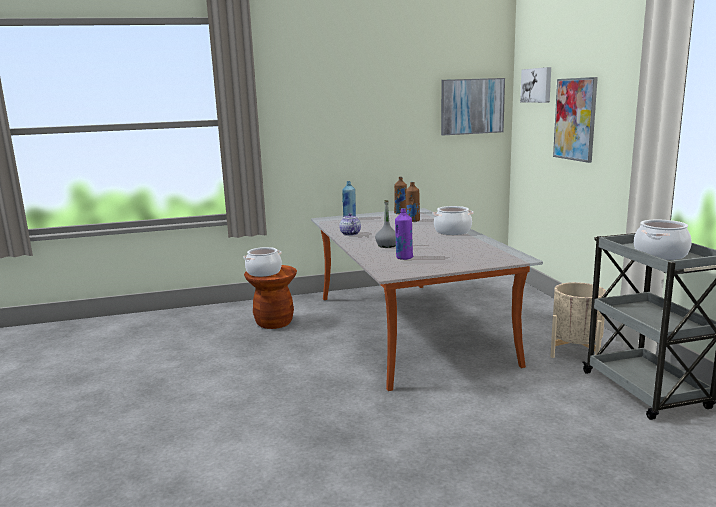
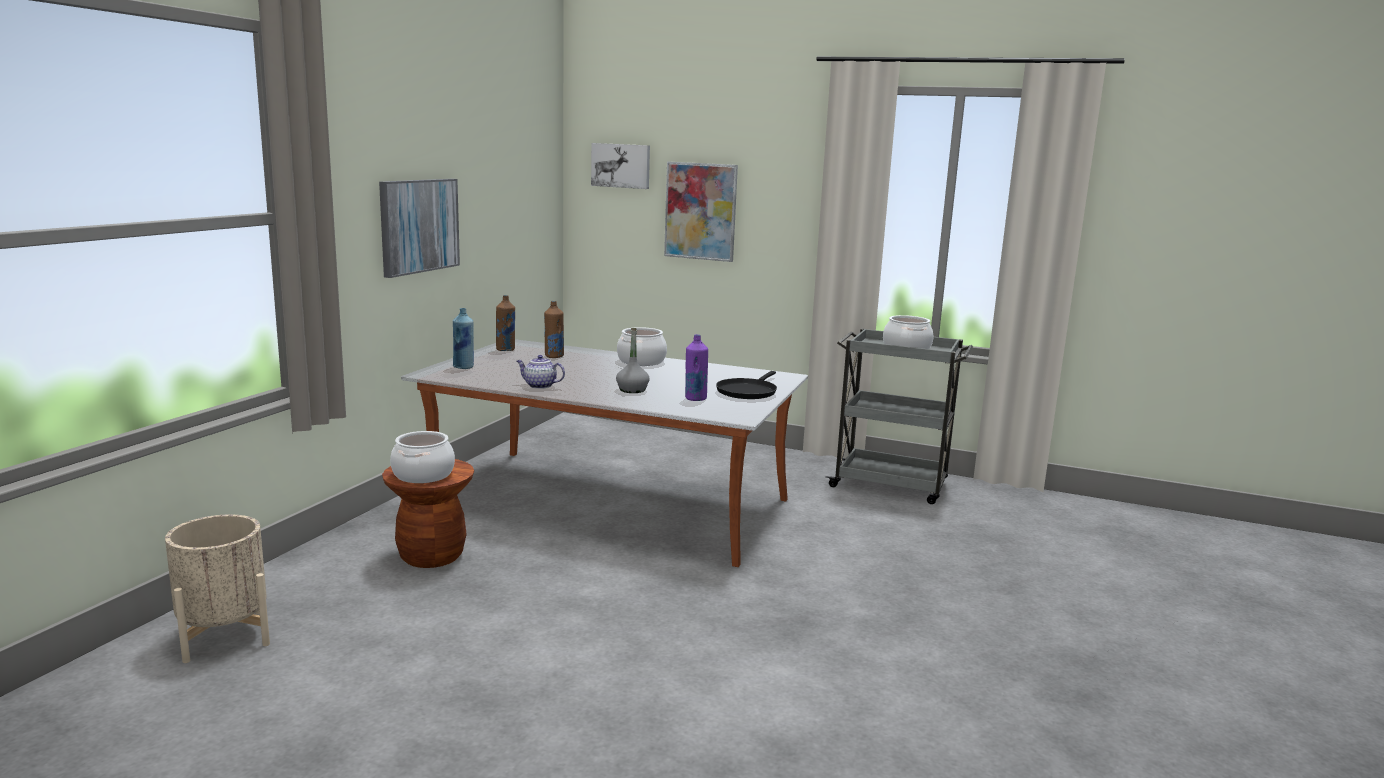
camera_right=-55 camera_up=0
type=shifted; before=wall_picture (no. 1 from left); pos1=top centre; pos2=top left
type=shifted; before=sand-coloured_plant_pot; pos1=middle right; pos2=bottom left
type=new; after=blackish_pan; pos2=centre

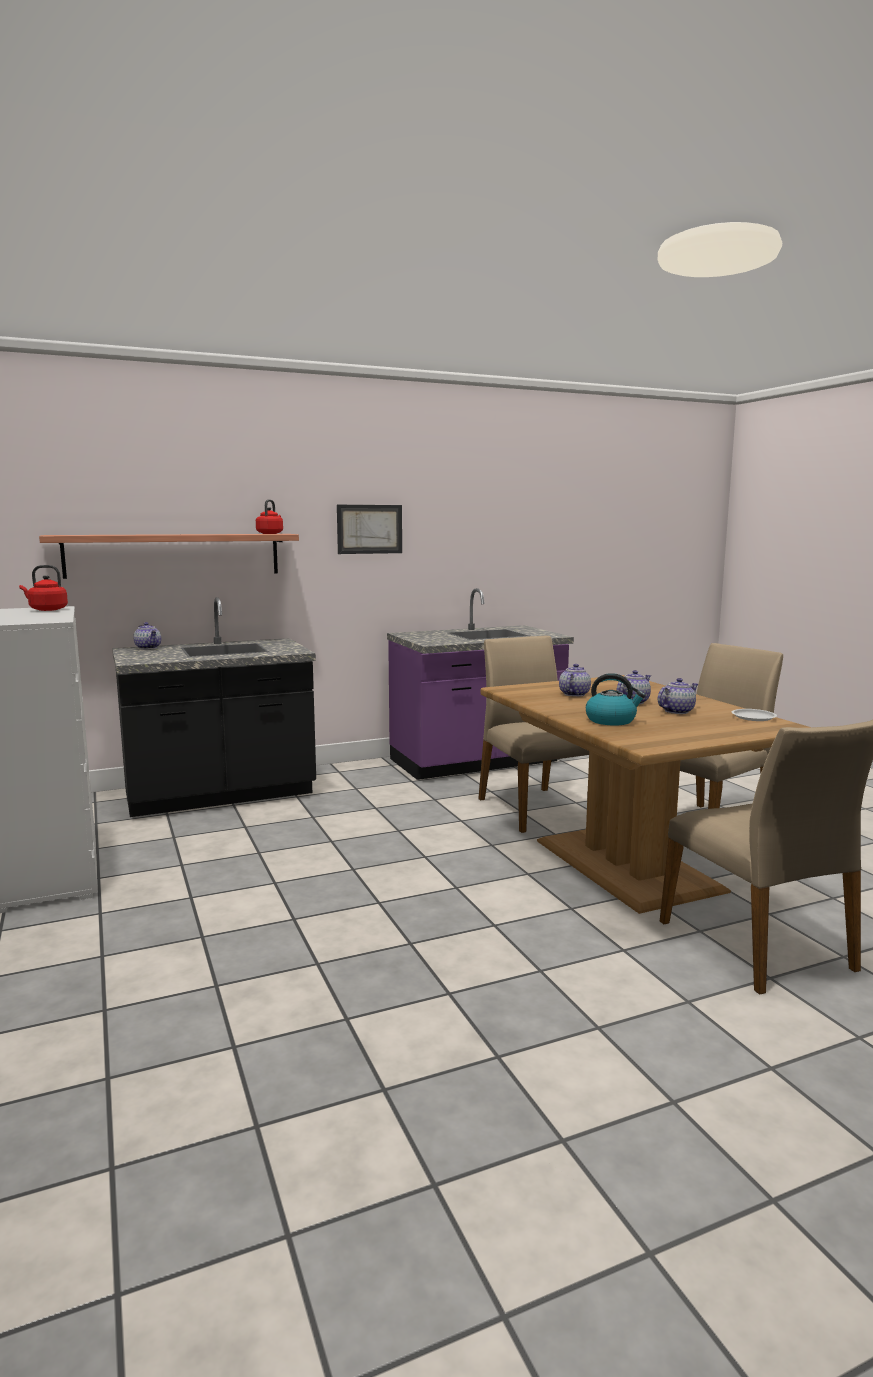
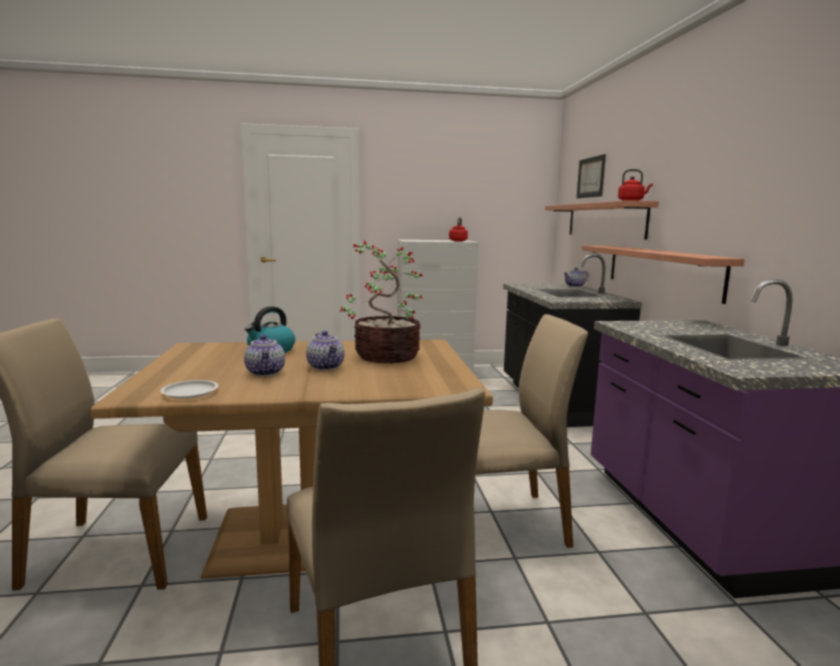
camera_right=105 camera_up=0
type=shifted; before=wall_picture; pos1=centre; pos2=top right
type=swapped; before=tea_pot (no. 2 from left); after=potted_plant; pos1=centre; pos2=centre
type=new; after=wall_shelf (no. 2 from left); pos2=middle right

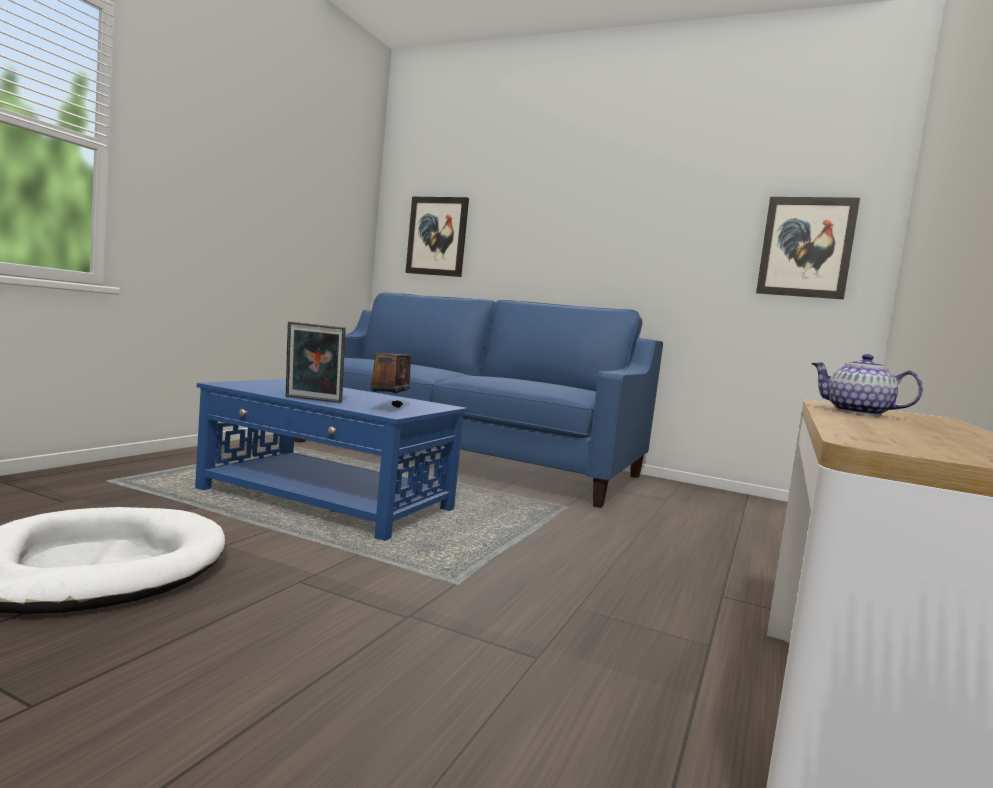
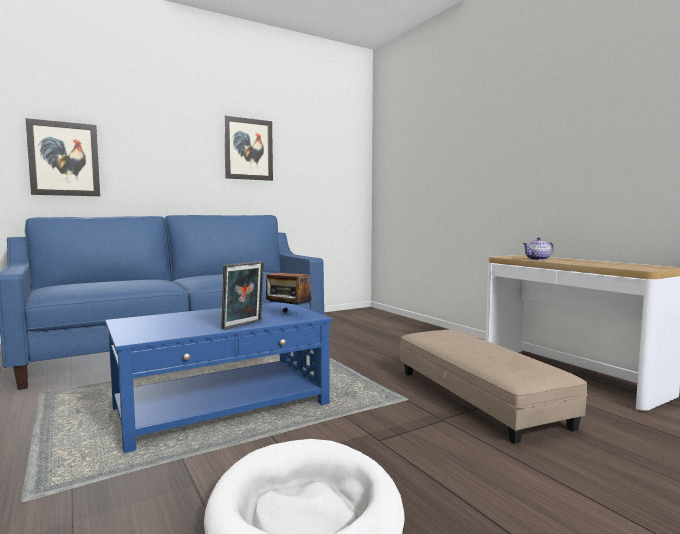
camera_right=-55 camera_up=0
type=shifted; before=wall_picture (no. 2 from left); pos1=top right; pos2=top centre
type=new; after=sand-coloured_footrest; pos2=bottom right

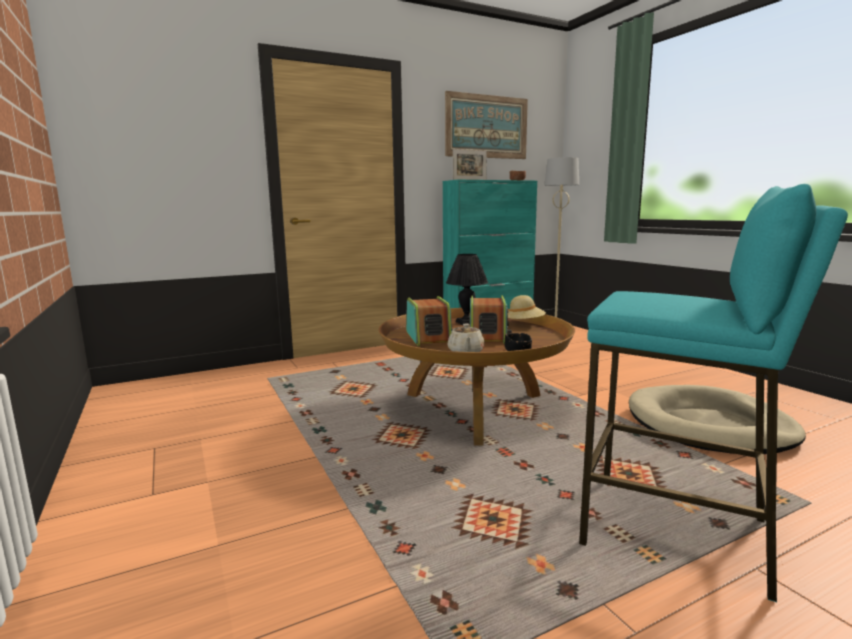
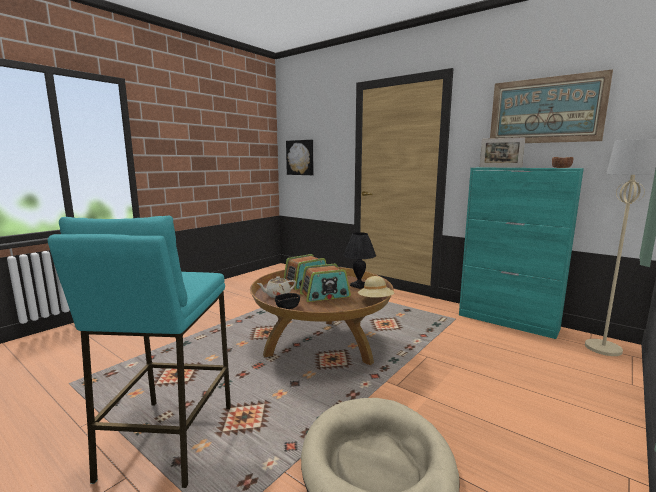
camera_right=65 camera_up=0
type=new; after=wall_picture (no. 1 from left); pos2=top centre

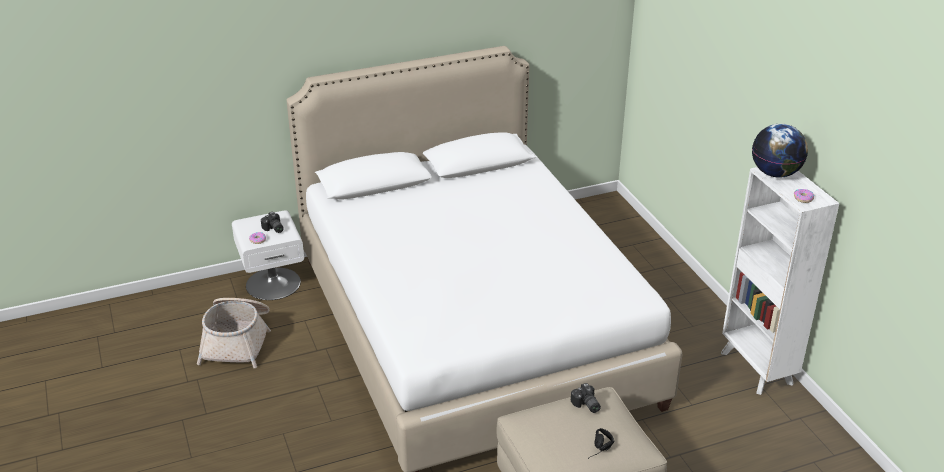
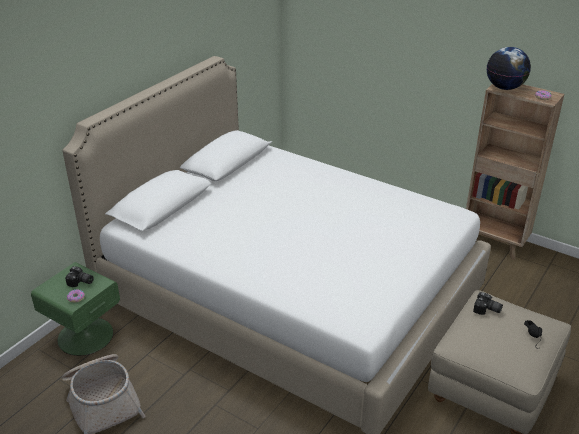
camera_right=-35 camera_up=0
type=repainted; before=white_nightstand; after=green-coloured_nightstand; pos1=middle left; pos2=bottom left
type=repainted; before=white_shelving_unit; after=brown-coloured_shelving_unit; pos1=middle right; pos2=middle right

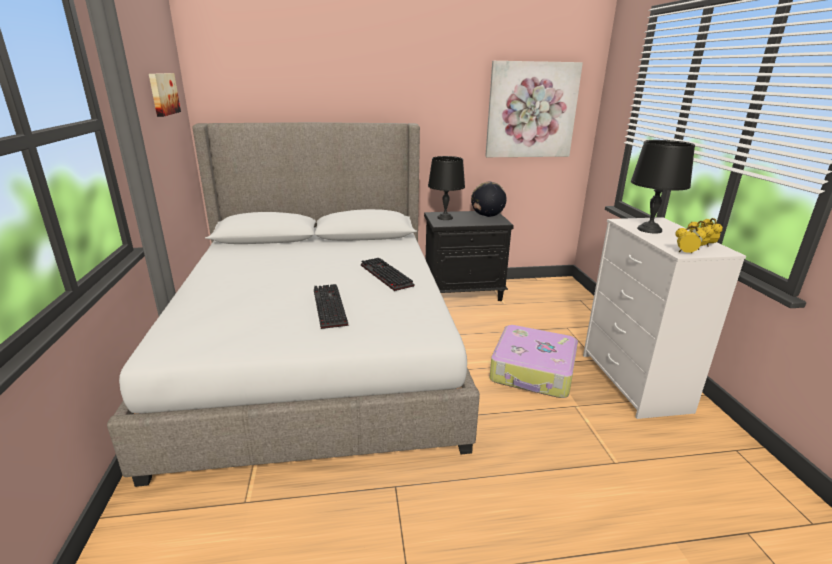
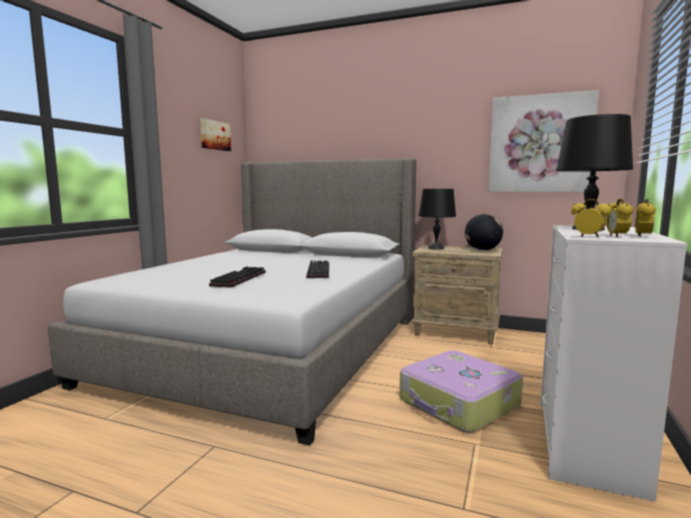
camera_right=30 camera_up=-15
type=repainted; before=blackish_nightstand; after=sand-coloured_nightstand; pos1=centre; pos2=centre

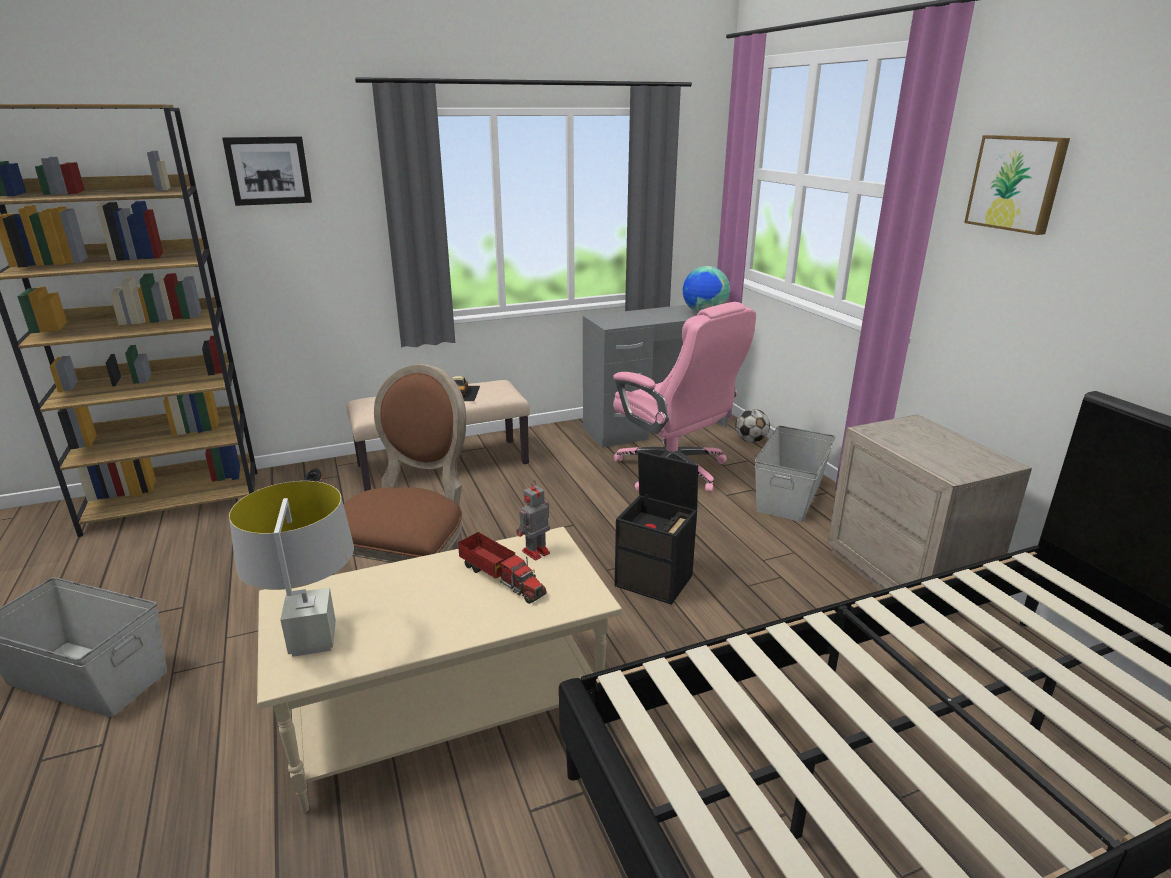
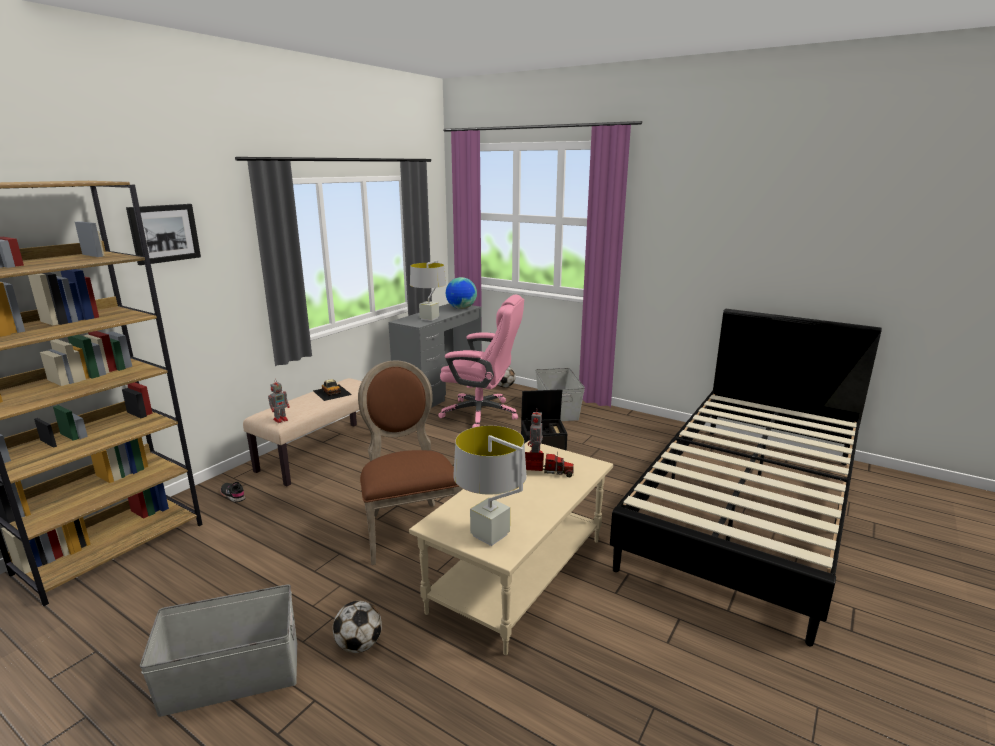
camera_right=-35 camera_up=-5
type=gone; before=sand-coloured_nightstand; pos1=middle right
type=gone; before=wall_picture (no. 2 from left); pos1=top right
type=new; after=toy_robot (no. 1 from left); pos2=middle left
type=new; after=football_ball (no. 1 from left); pos2=bottom centre
type=new; after=greyish_table_lamp (no. 1 from left); pos2=centre

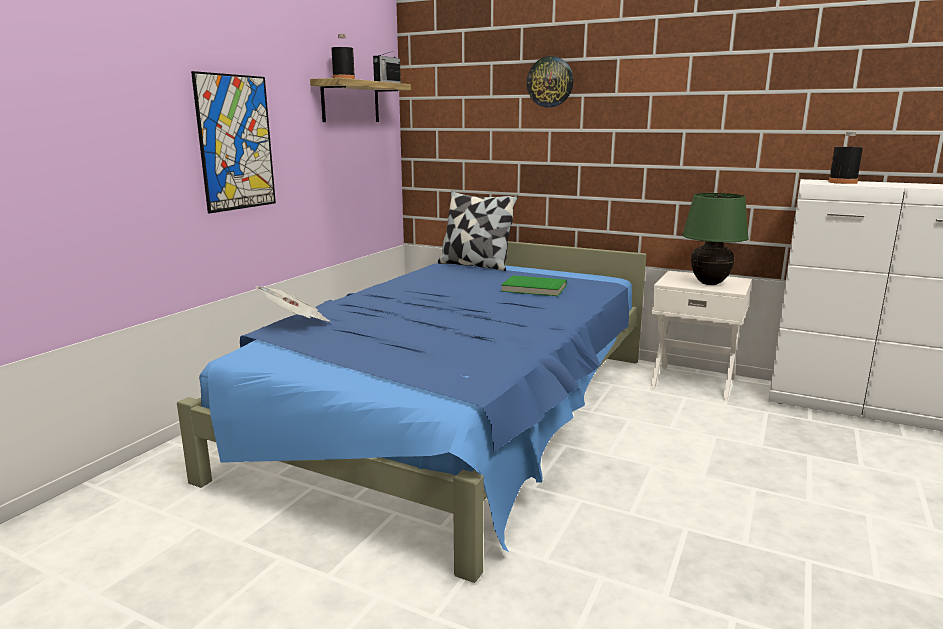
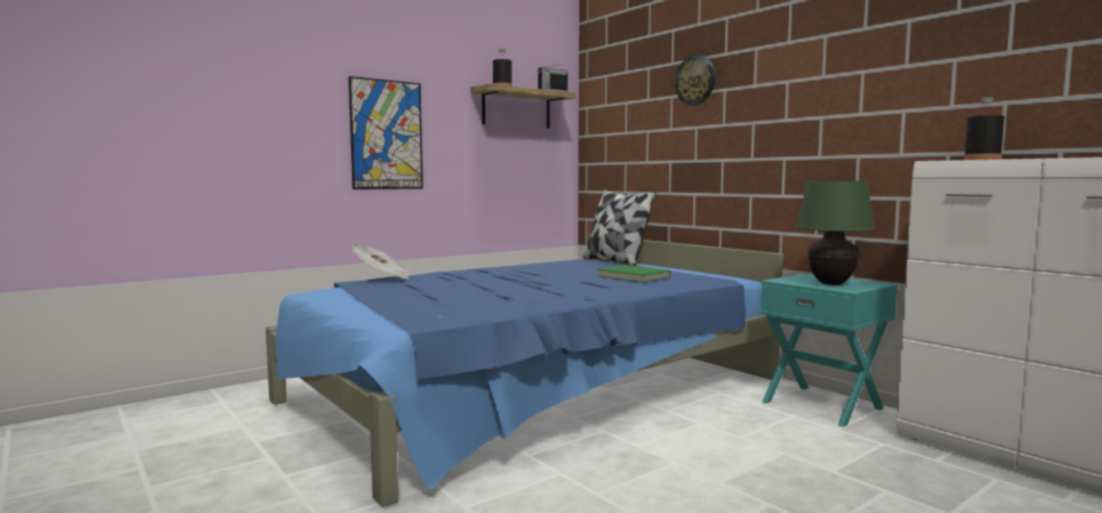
camera_right=25 camera_up=-10
type=repainted; before=white_nightstand; after=turquoise_nightstand; pos1=middle right; pos2=bottom right

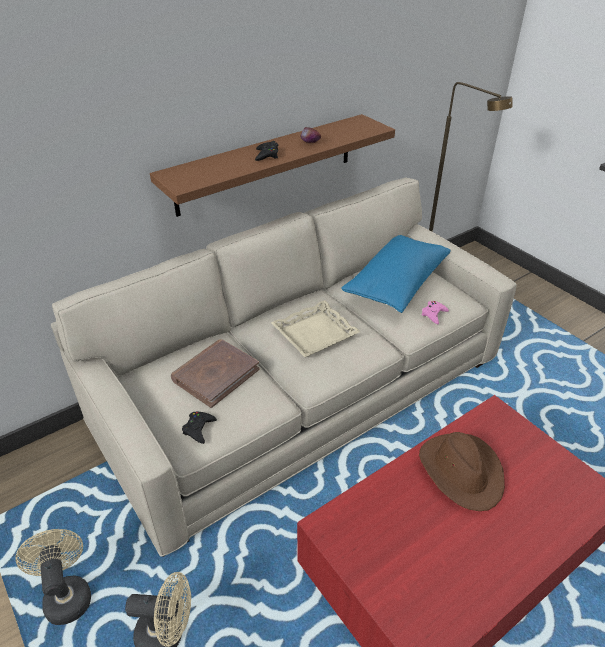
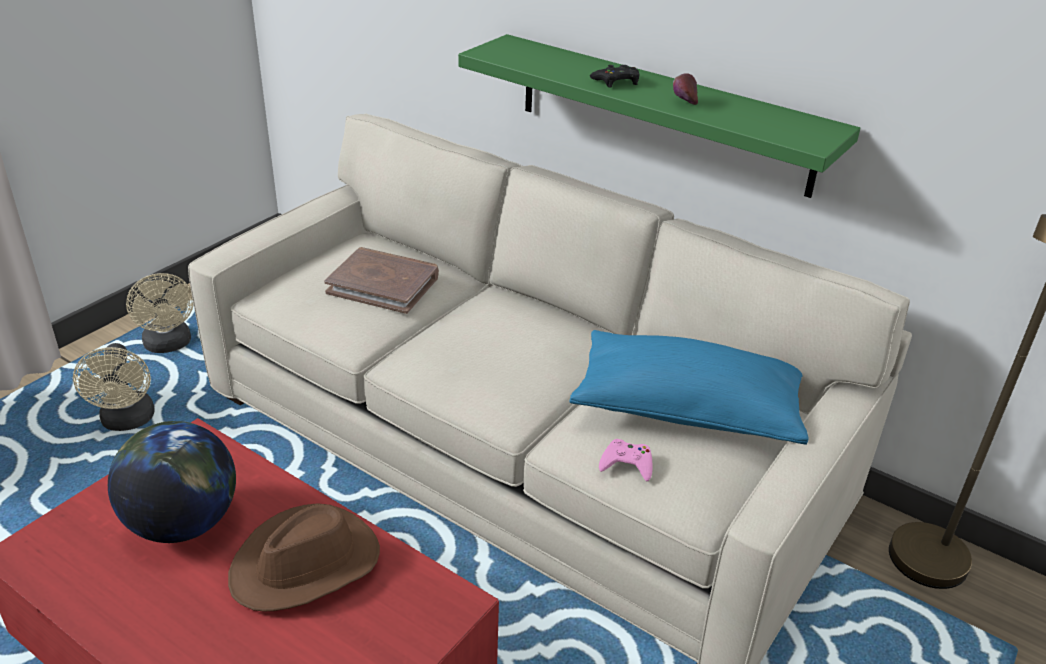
camera_right=70 camera_up=-5
type=rotated; before=sand-coloured_fan (no. 1 from left in the first image); pos1=bottom left; pos2=middle left; turn=105
type=repainted; before=brown-coloured_wall_shelf; after=green-coloured_wall_shelf; pos1=top centre; pos2=top centre
type=gone; before=blackish_game_controller (no. 1 from left); pos1=middle left
type=gone; before=sand-coloured_tray; pos1=centre
type=new; after=desk_globe; pos2=bottom left

